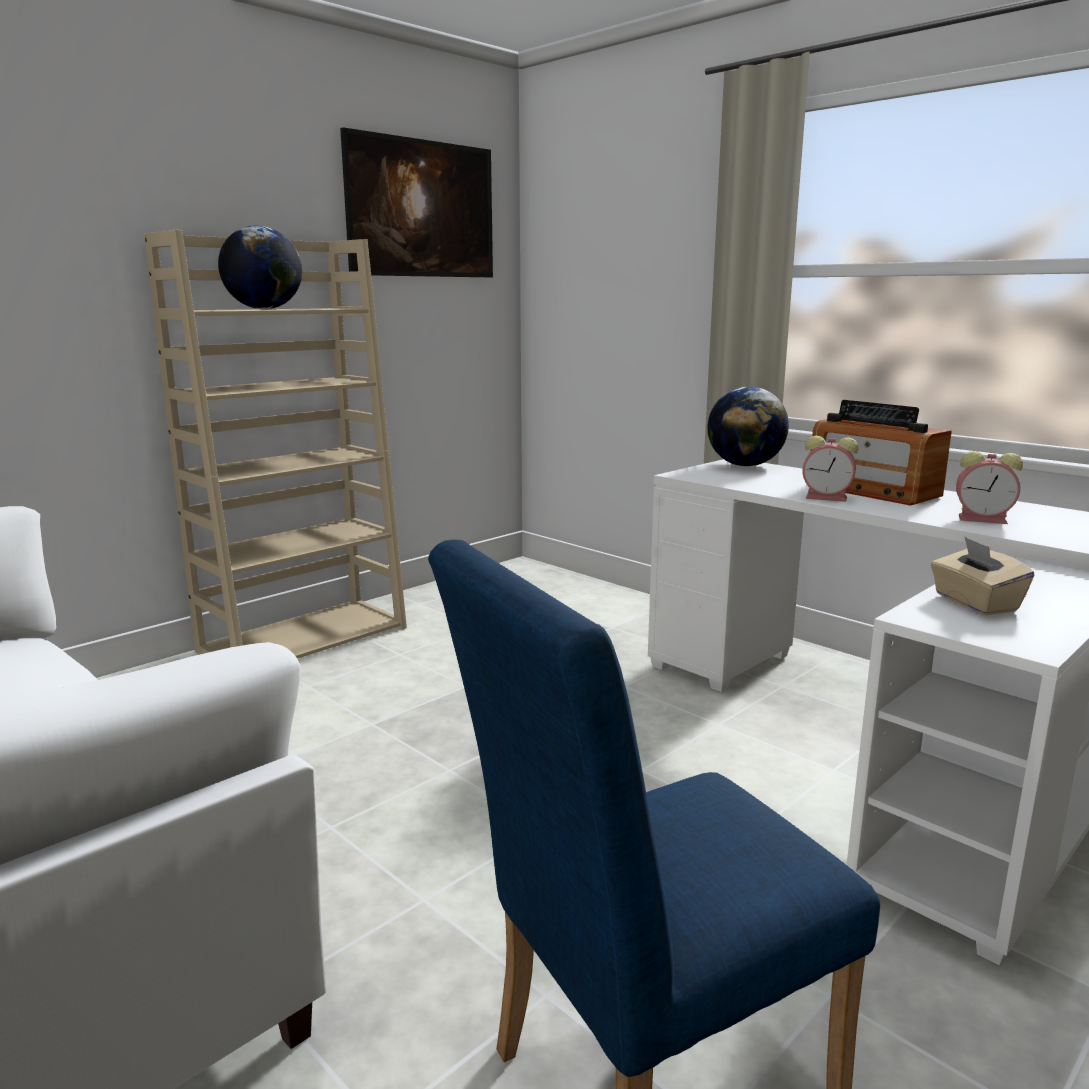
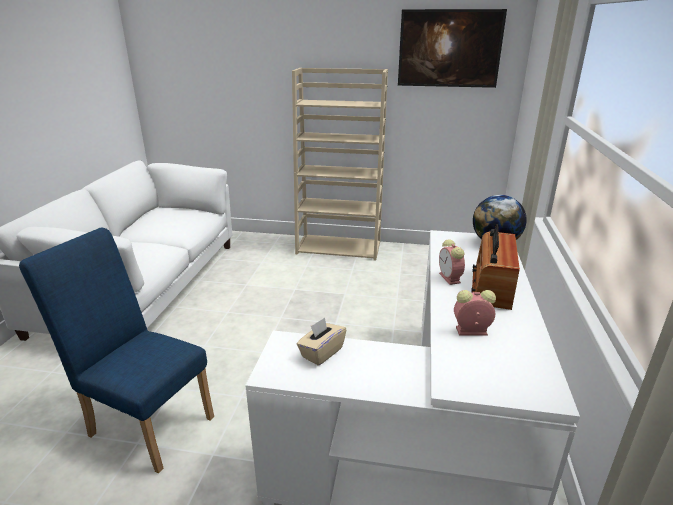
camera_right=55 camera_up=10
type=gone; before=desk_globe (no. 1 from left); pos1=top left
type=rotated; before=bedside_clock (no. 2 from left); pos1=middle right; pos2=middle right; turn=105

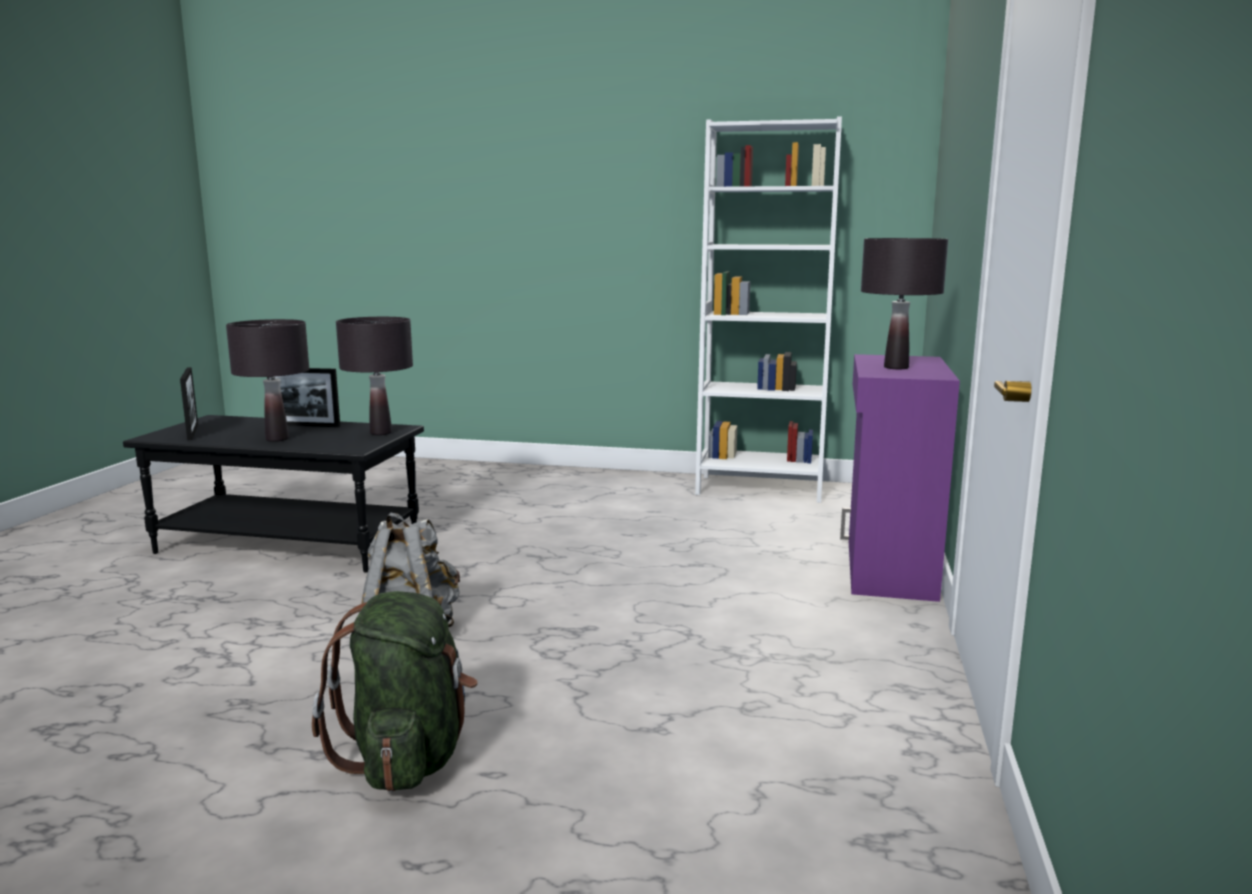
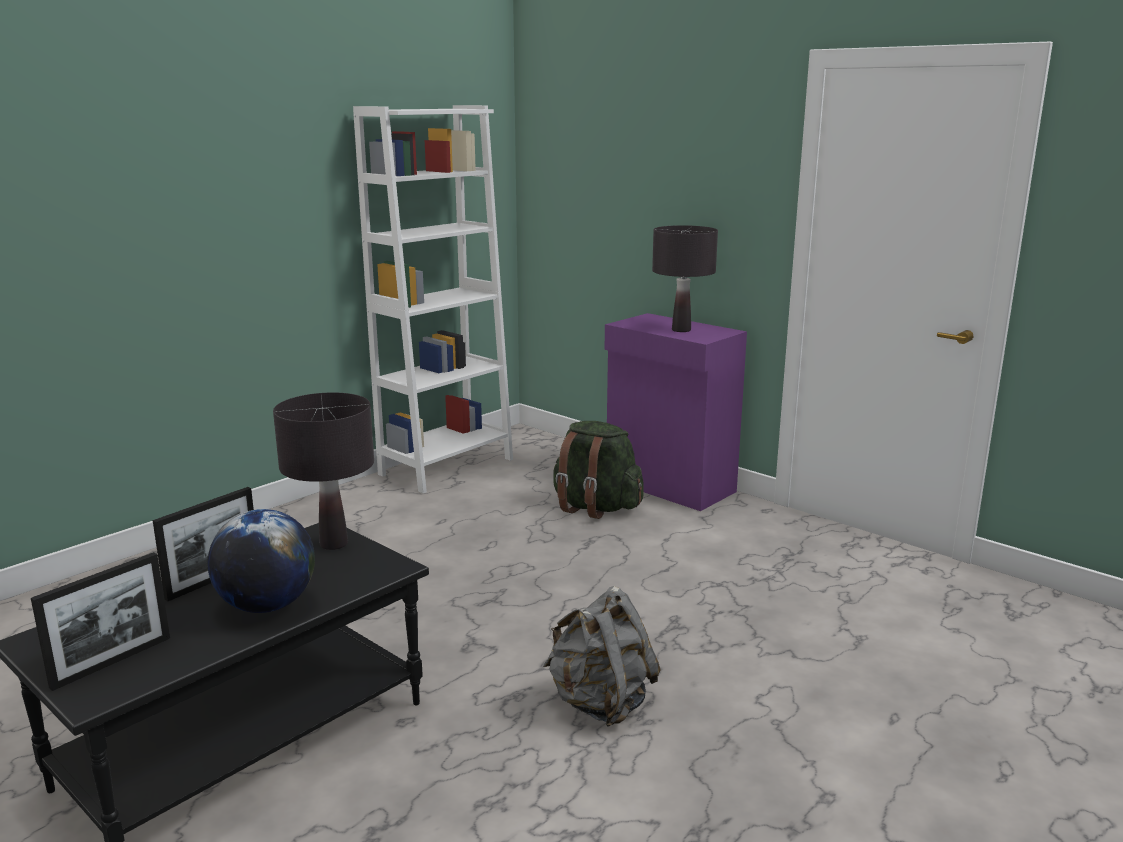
camera_right=-60 camera_up=5
type=rotated; before=photo_frame (no. 1 from left); pos1=middle left; pos2=bottom left; turn=120
type=swapped; before=blackish_table_lamp (no. 1 from left); after=desk_globe; pos1=middle left; pos2=middle left
type=shifted; before=green-coloured_backpack; pos1=bottom left; pos2=centre

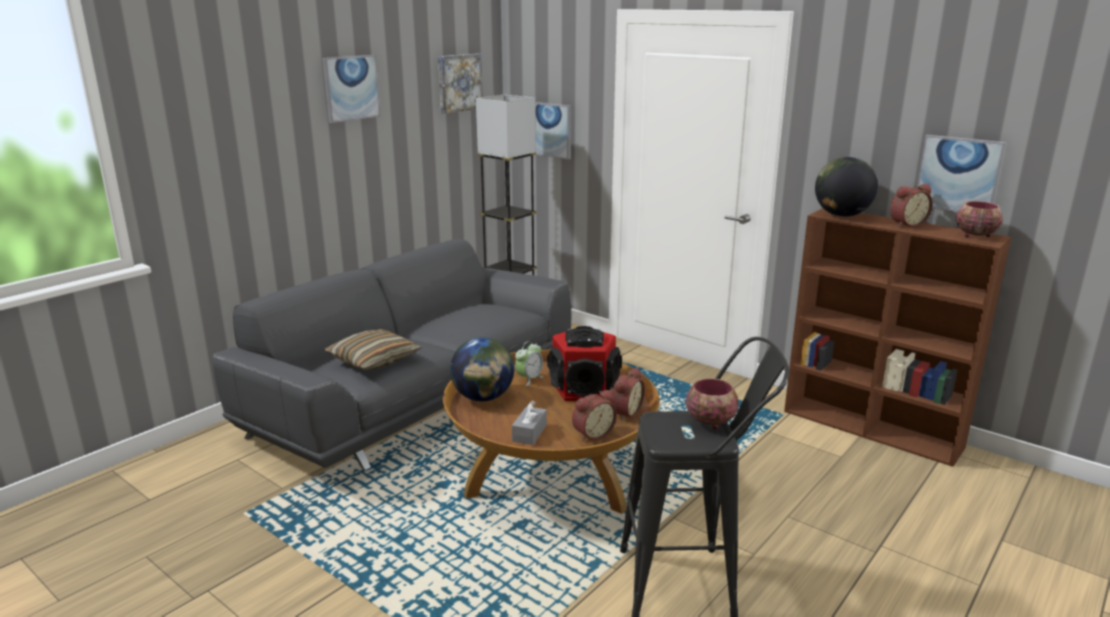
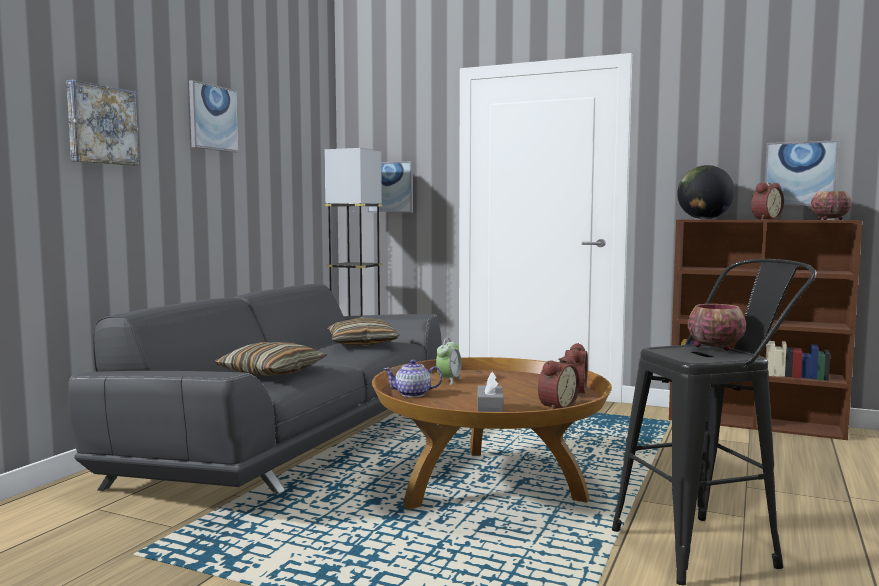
camera_right=-15 camera_up=-15
type=shifted; before=wall_picture (no. 2 from left in the first image); after=wall_picture (no. 1 from left); pos1=top centre; pos2=top left
type=swapped; before=desk_globe (no. 1 from left); after=tea_pot; pos1=centre; pos2=centre
type=gone; before=audio_speaker; pos1=centre
type=new; after=pillow (no. 2 from left); pos2=centre

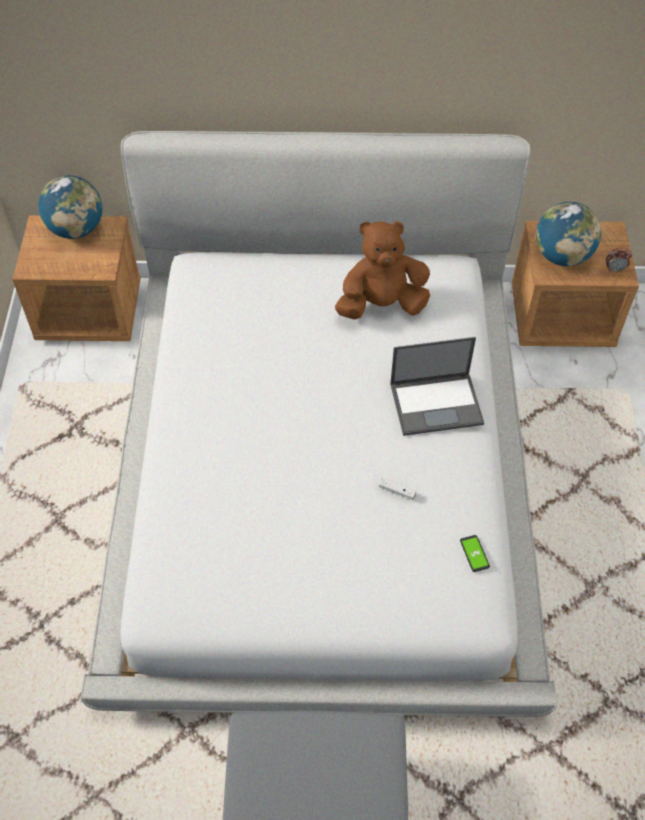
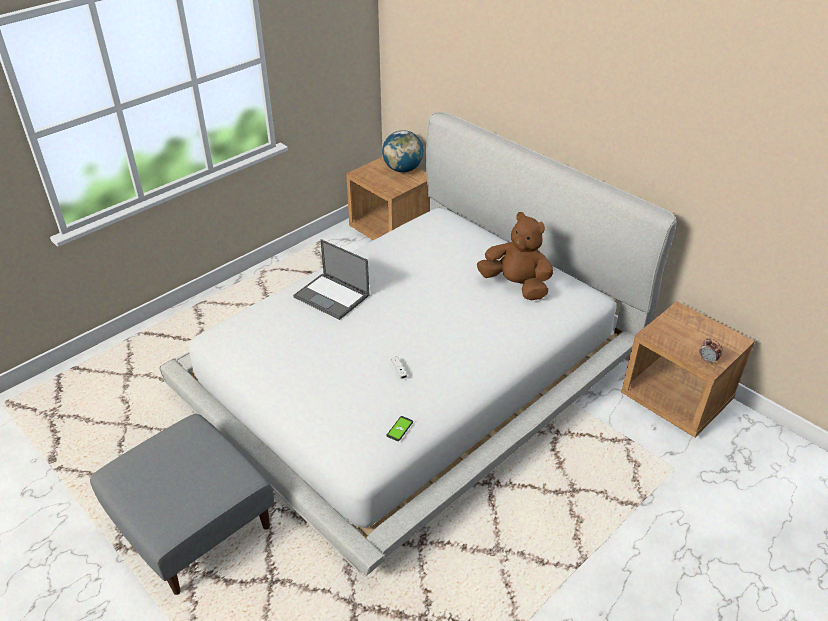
camera_right=45 camera_up=-15
type=shifted; before=portable_computer; pos1=middle right; pos2=centre
type=gone; before=desk_globe (no. 2 from left); pos1=top right

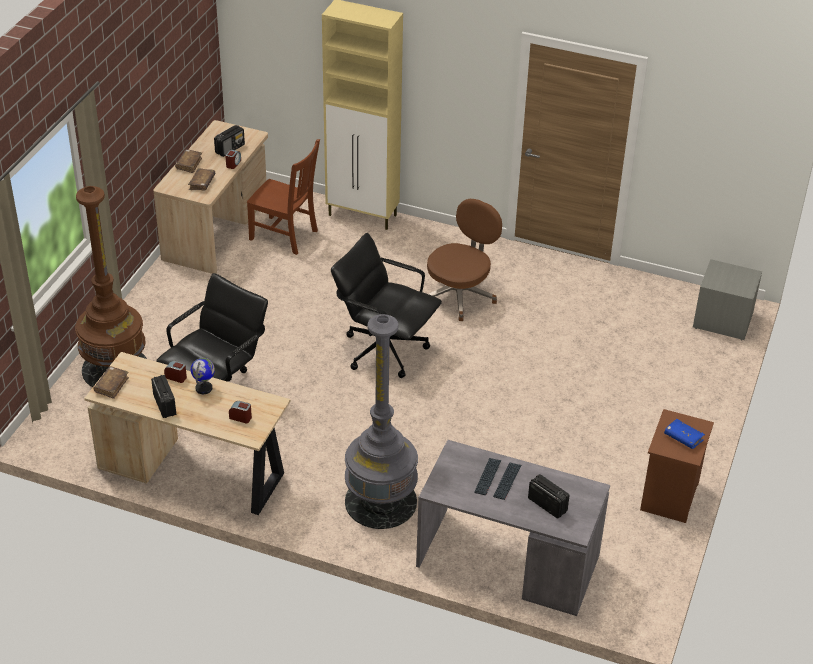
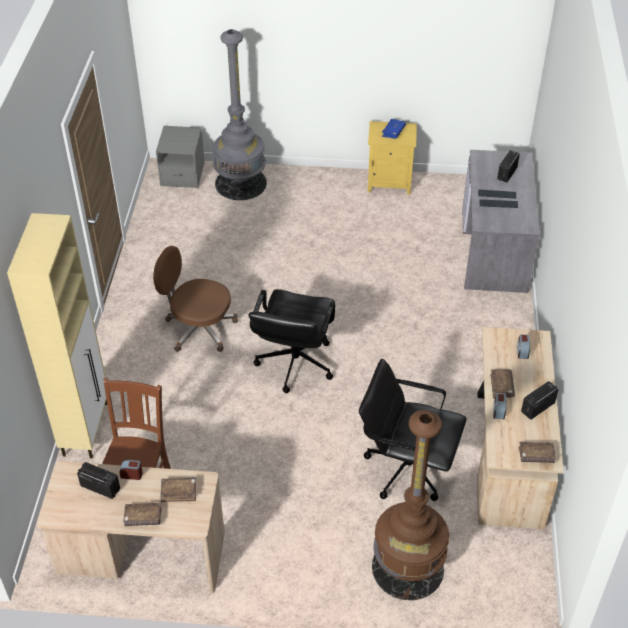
camera_right=-105 camera_up=5
type=swapped; before=desk_globe; after=brown-coloured_bound_book (no. 3 from left); pos1=middle left; pos2=middle right
type=shifted; before=greyish_standing_lamp; pos1=centre; pos2=top centre
type=repainted; before=brown-coloured_nightstand; after=yellow_nightstand; pos1=bottom right; pos2=top centre

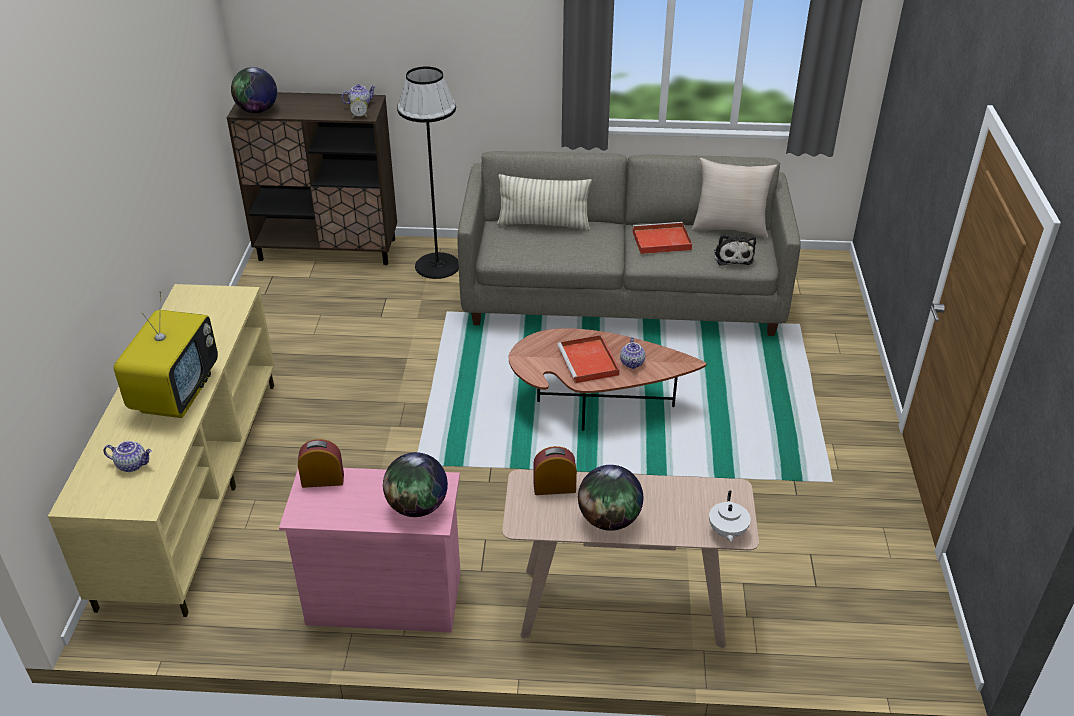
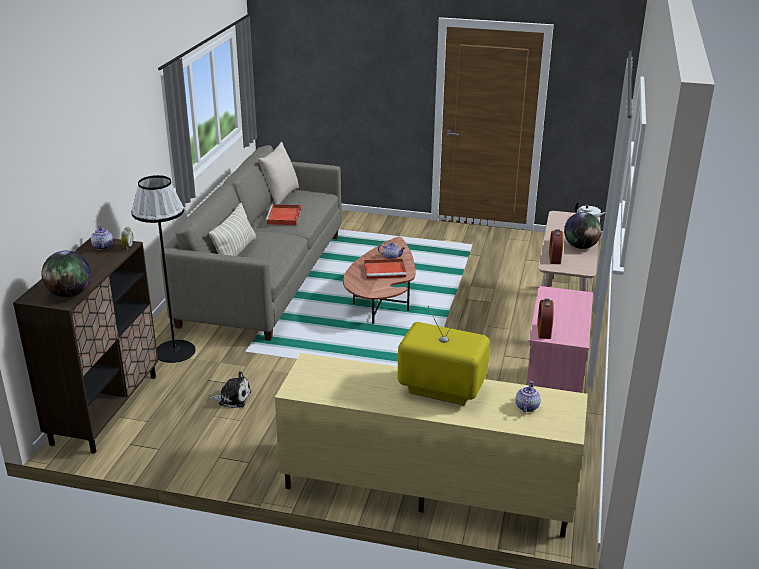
camera_right=-80 camera_up=-10
type=gone; before=desk_globe (no. 2 from left); pos1=bottom centre
type=shifted; before=cuddly_toy; pos1=middle right; pos2=bottom left

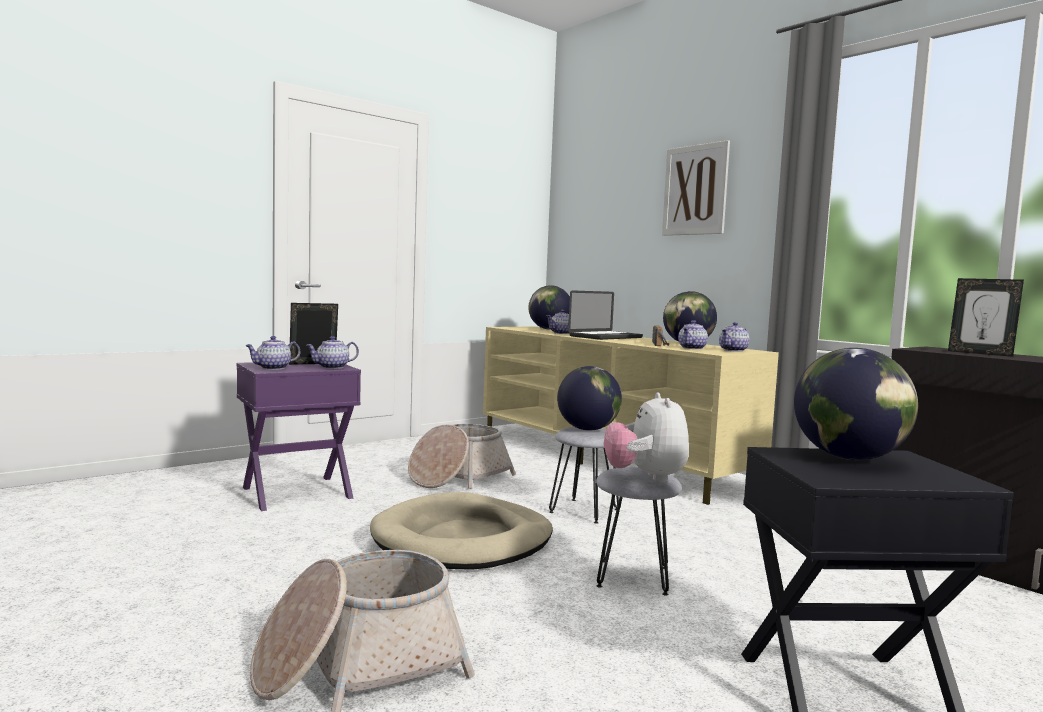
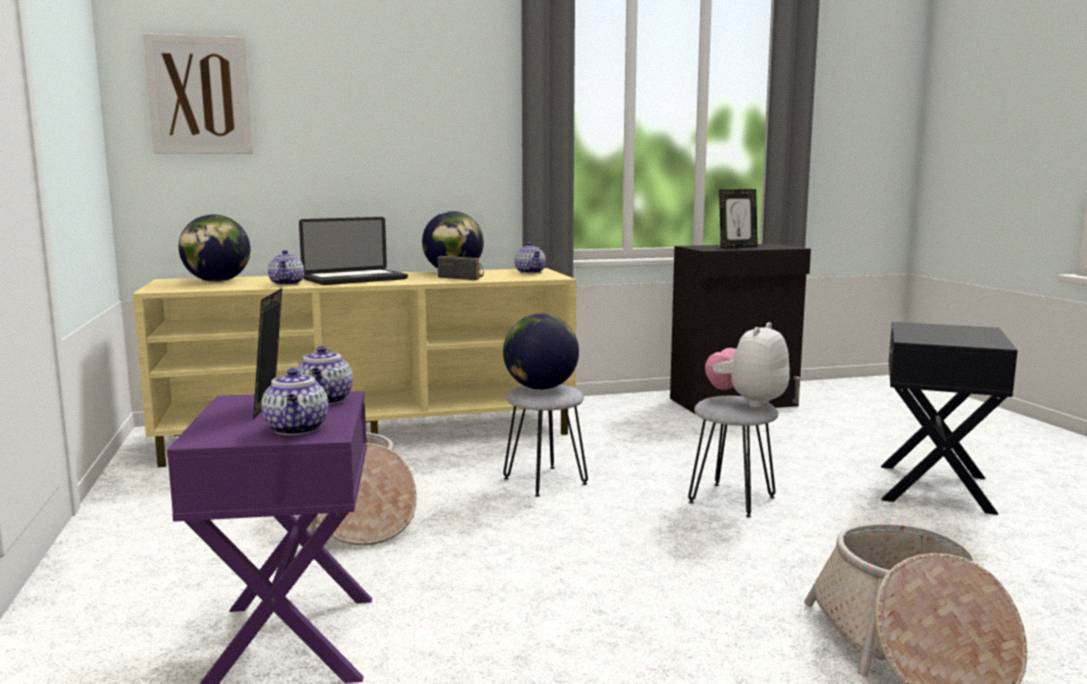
camera_right=-65 camera_up=5
type=gone; before=sand-coloured_pet_bed; pos1=bottom centre
type=rotated; before=portable_computer; pos1=centre; pos2=middle left; turn=75
type=rotated; before=cuddly_toy; pos1=centre; pos2=middle right; turn=105
type=shifted; before=wall_picture; pos1=top right; pos2=top left
type=gone; before=tea_pot (no. 4 from left); pos1=centre
type=gone; before=desk_globe (no. 4 from left); pos1=middle right

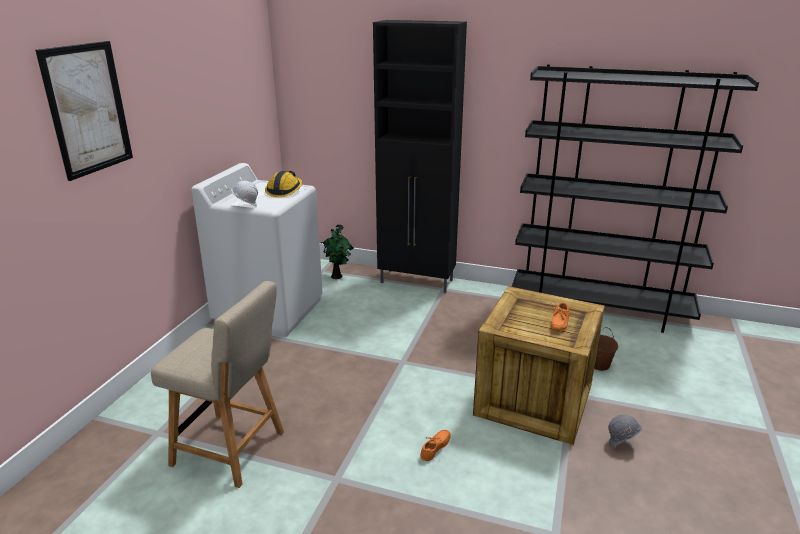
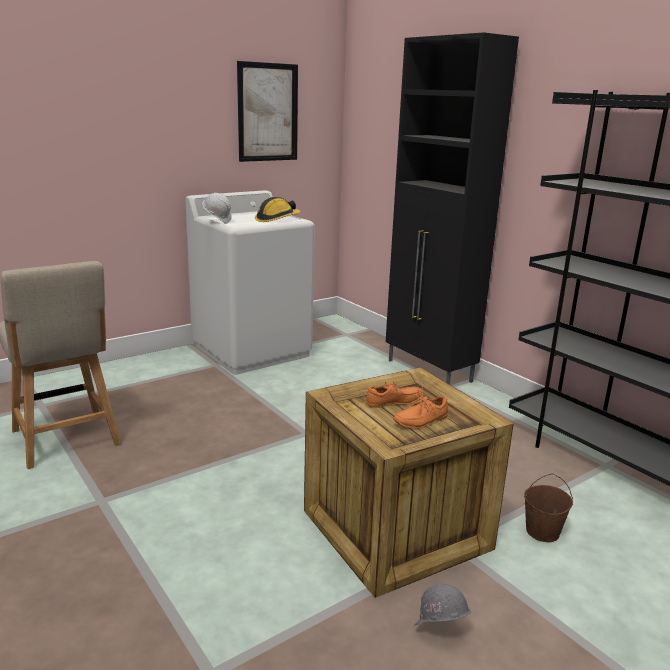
camera_right=35 camera_up=-5
type=shifted; before=wall_picture; pos1=top left; pos2=top centre
type=gone; before=potted_plant; pos1=centre
type=shifted; before=orange-coloured_shoe (no. 1 from left); pos1=bottom centre; pos2=centre

